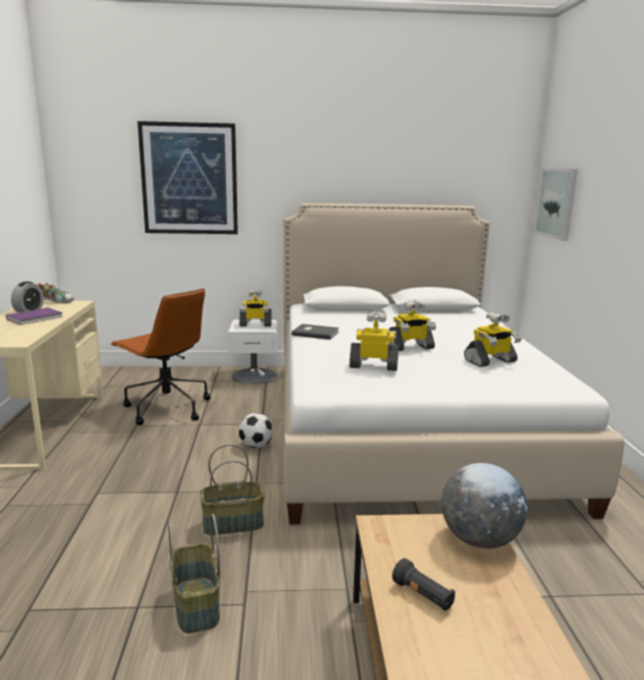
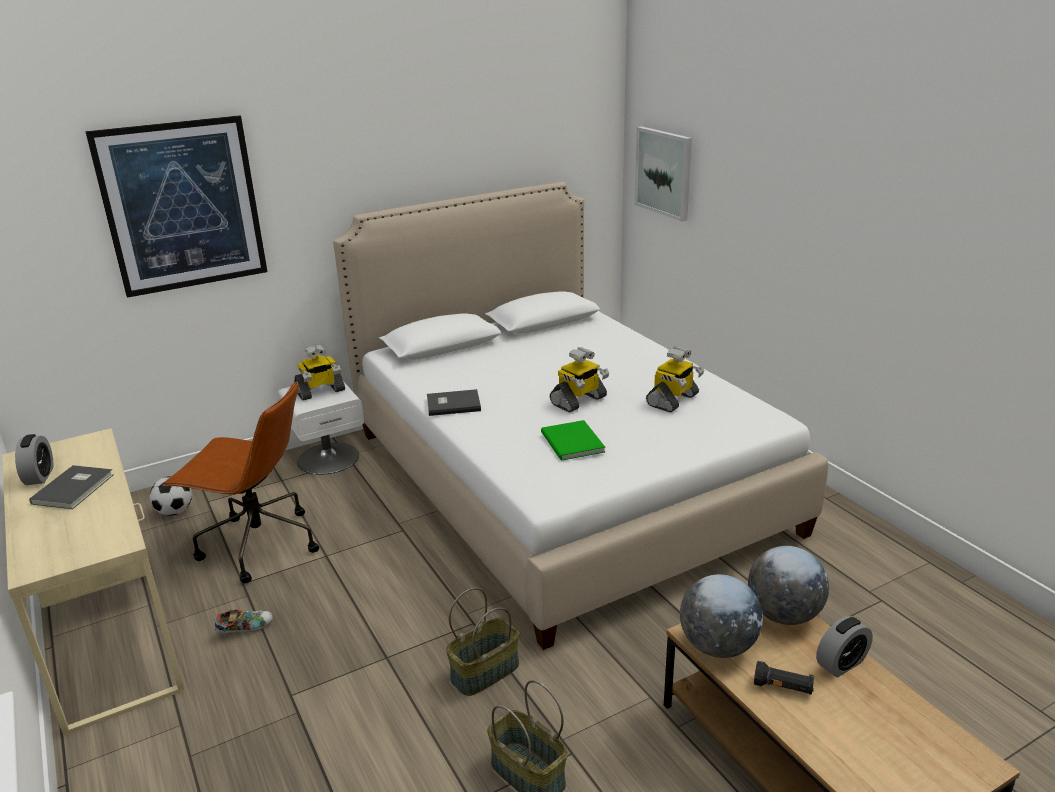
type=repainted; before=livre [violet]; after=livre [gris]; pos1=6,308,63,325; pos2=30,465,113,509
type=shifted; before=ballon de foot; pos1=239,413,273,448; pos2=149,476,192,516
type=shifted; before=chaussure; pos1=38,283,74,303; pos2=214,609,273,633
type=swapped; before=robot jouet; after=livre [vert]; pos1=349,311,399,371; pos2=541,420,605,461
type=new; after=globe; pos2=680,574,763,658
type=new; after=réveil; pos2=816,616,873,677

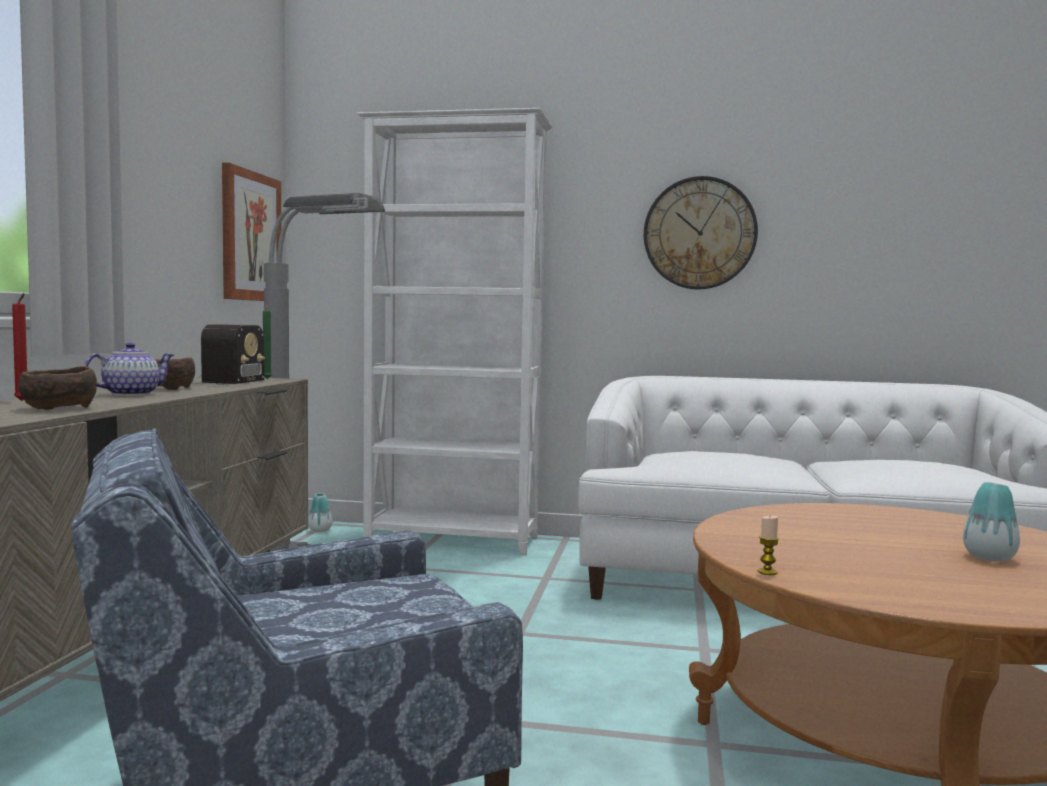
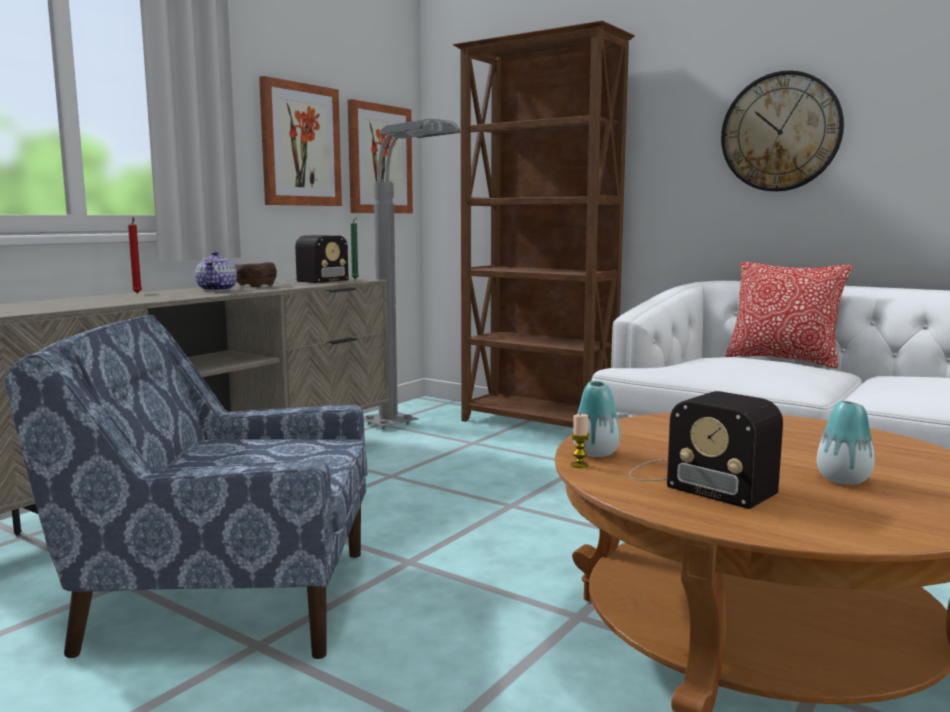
type=rotated; before=théière; pos1=84,342,174,396; pos2=195,251,237,291; turn=105
type=new; after=tableau; pos2=259,76,342,206
type=repainted; before=bibliothèque [blanc]; after=bibliothèque [marron]; pos1=357,108,552,555; pos2=453,21,635,428
type=shifted; before=vase; pos1=308,493,333,532; pos2=573,381,621,457
type=new; after=radio; pos2=629,391,783,509
type=new; after=coussin; pos2=726,262,853,368
type=gone; before=bol [marron]; pos1=19,366,97,410

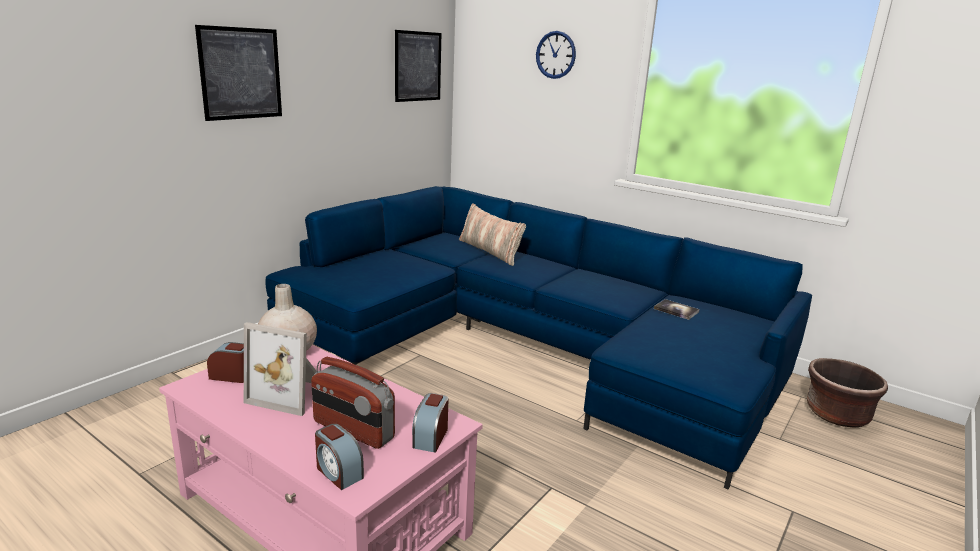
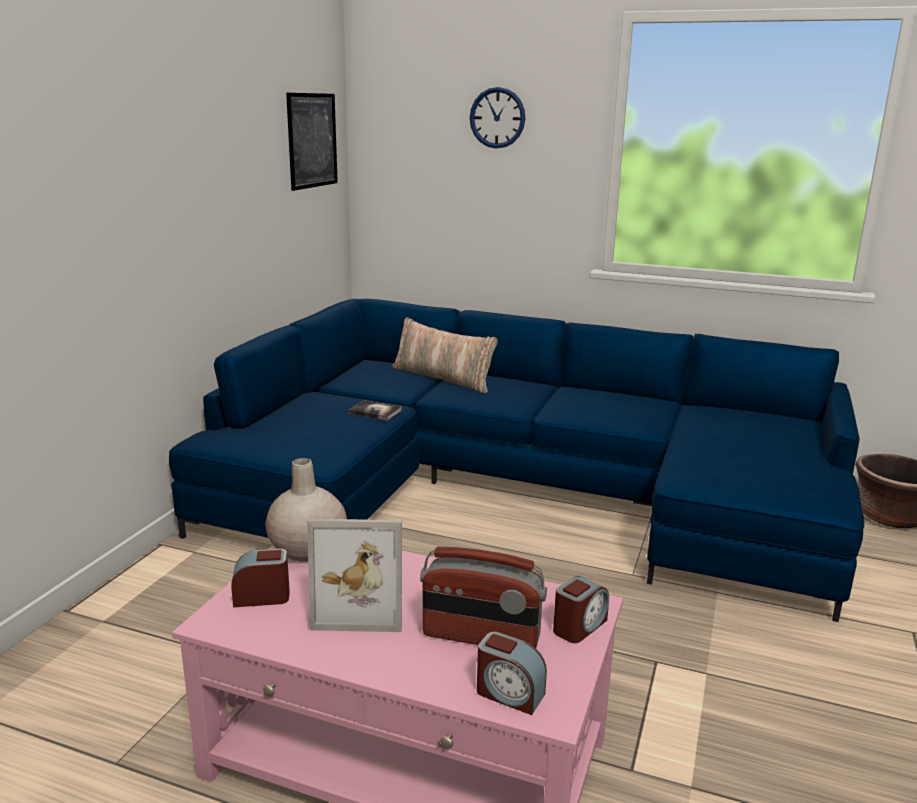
type=shifted; before=livre; pos1=654,299,700,320; pos2=349,400,402,420
type=rotated; before=réveil; pos1=412,393,449,453; pos2=553,576,609,643; turn=-135
type=gone; before=tableau; pos1=195,25,282,121

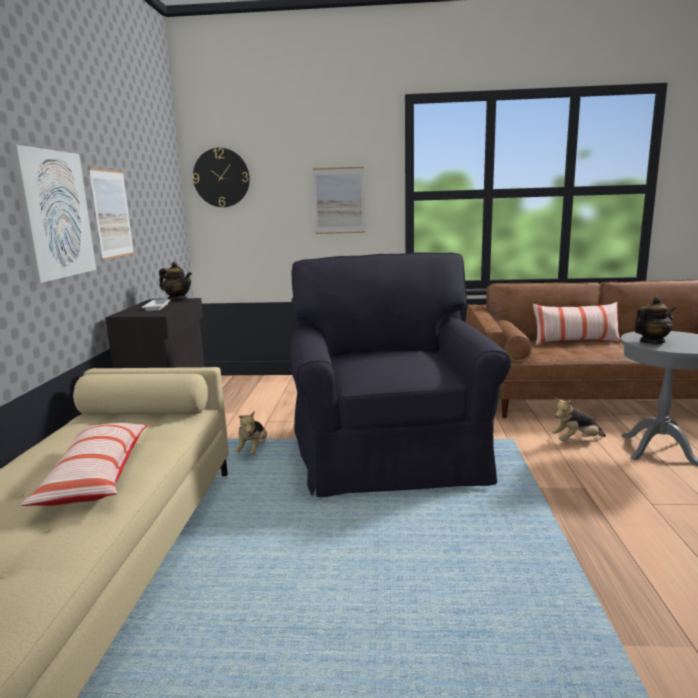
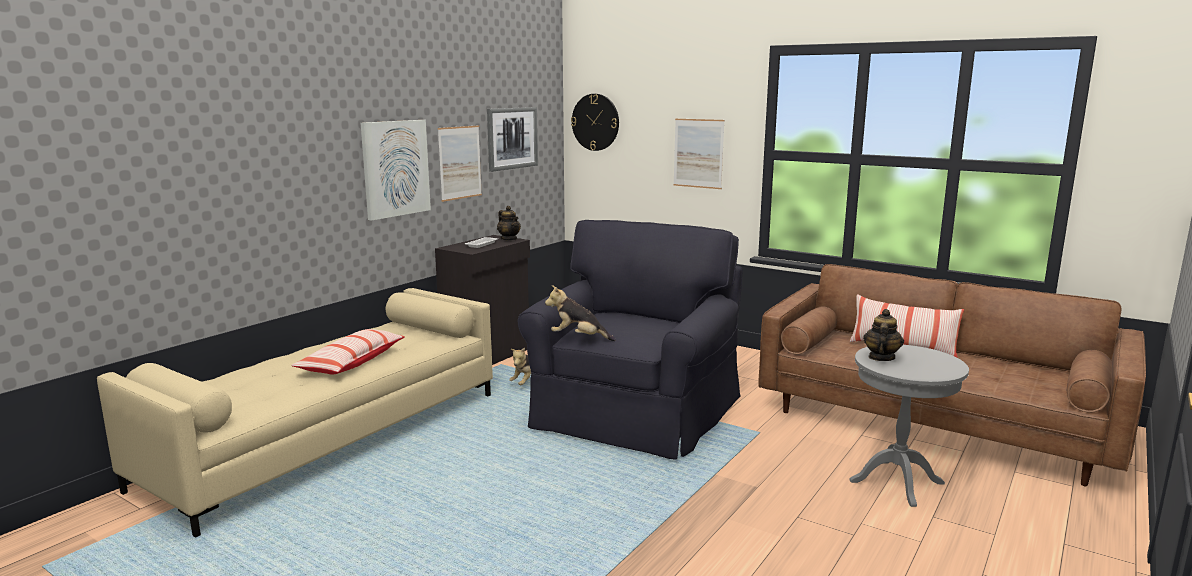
type=new; after=tableau; pos2=487,107,538,172
type=shifted; before=peluche; pos1=552,398,606,441; pos2=545,285,616,341
type=rotated; before=théière; pos1=634,297,675,344; pos2=863,309,904,361; turn=-75

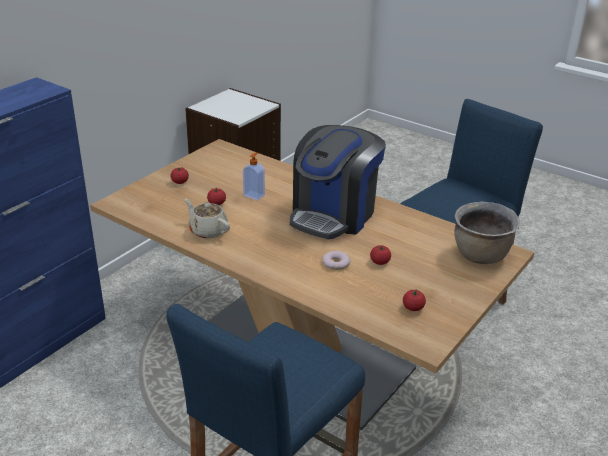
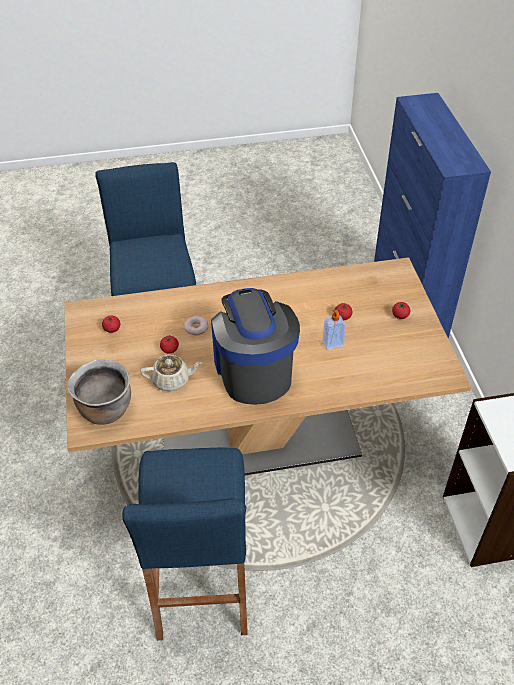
type=shifted; before=théière [beige]; pos1=185,199,230,239; pos2=140,355,202,391

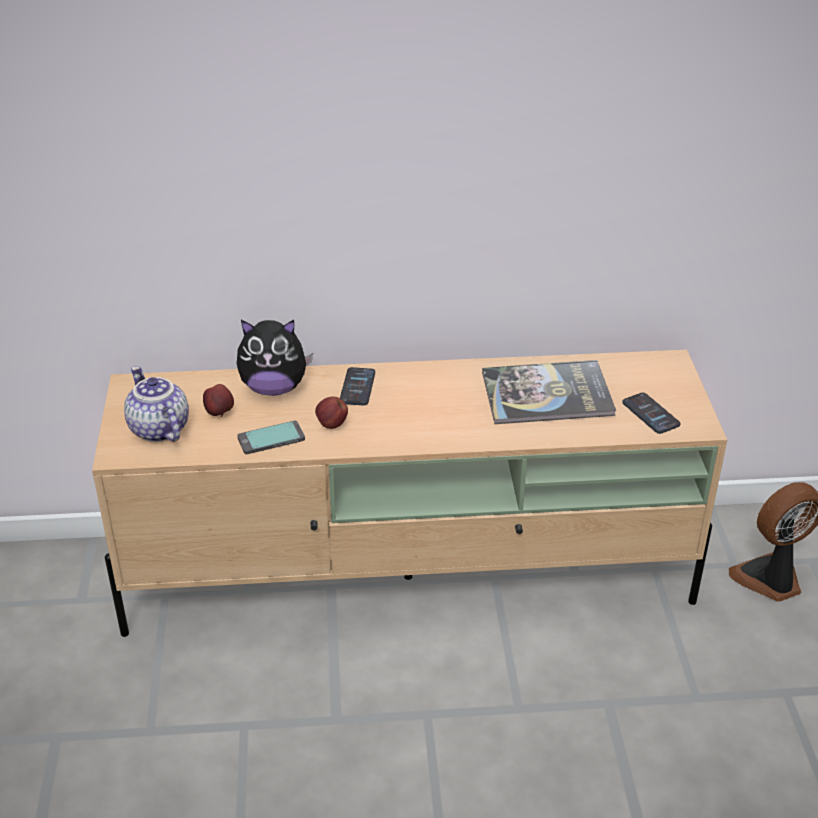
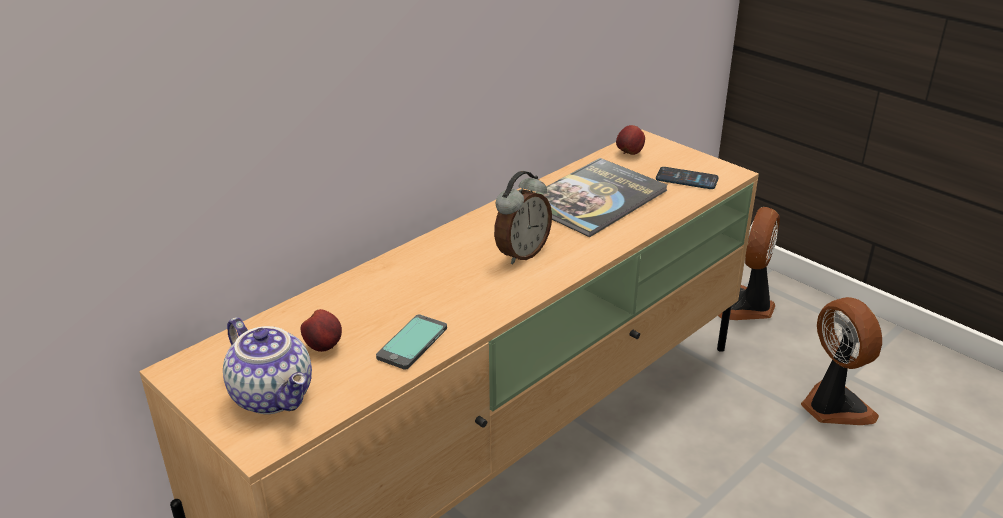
type=rotated; before=théière; pos1=124,366,189,442; pos2=223,317,312,414; turn=-150
type=new; after=réveil; pos2=494,171,552,265
type=shifted; before=pomme; pos1=315,397,348,429; pos2=616,125,645,155
type=new; after=ventilateur; pos2=801,297,882,425
type=gone; before=peluche; pos1=237,320,313,396
type=gone; before=téléphone; pos1=340,367,375,405

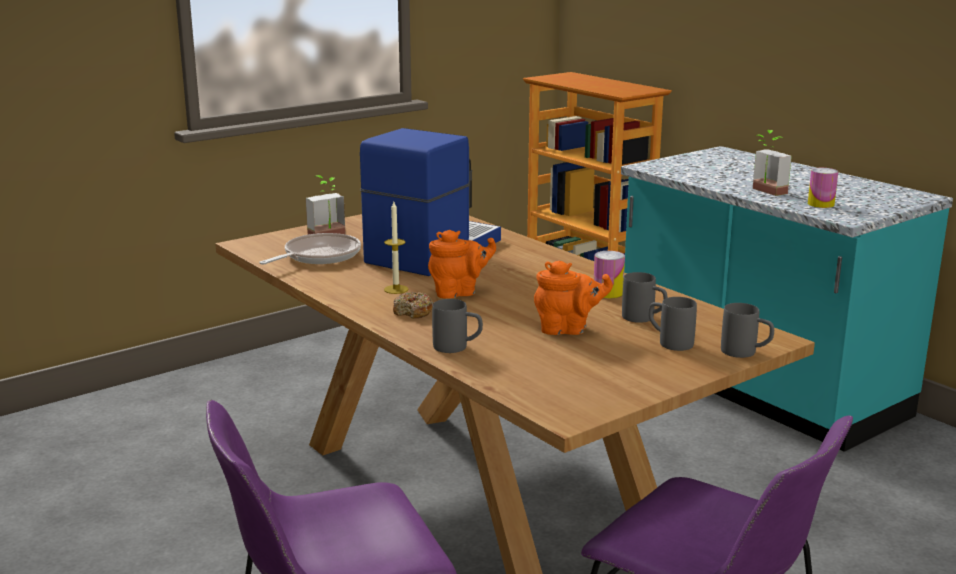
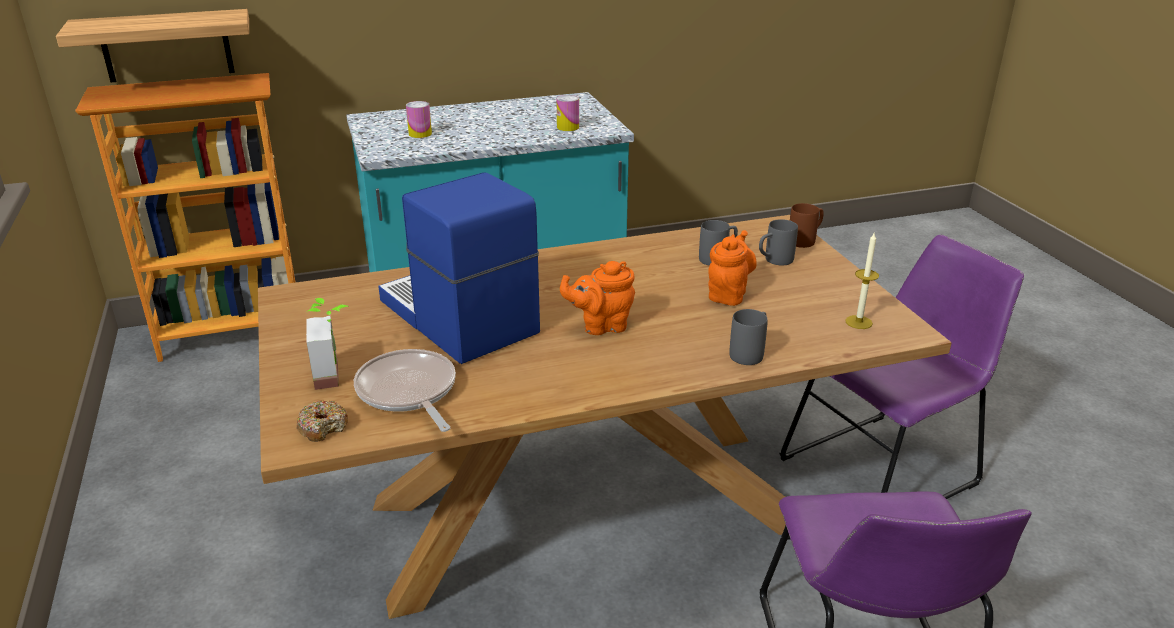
type=new; after=étagère; pos2=56,9,249,82
type=shifted; before=beignet; pos1=393,292,433,319; pos2=297,400,348,442
type=shifted; before=boîte métallique; pos1=594,251,625,298; pos2=406,101,432,138
type=rotated; before=théière [orange]; pos1=428,230,496,299; pos2=560,261,635,335; turn=-105
type=repainted; before=mug [gris]; after=mug [marron]; pos1=721,303,774,358; pos2=790,203,824,248
type=shifted; before=bougie; pos1=384,202,409,294; pos2=845,233,879,329
type=gone; before=plante en pot; pos1=753,130,792,196

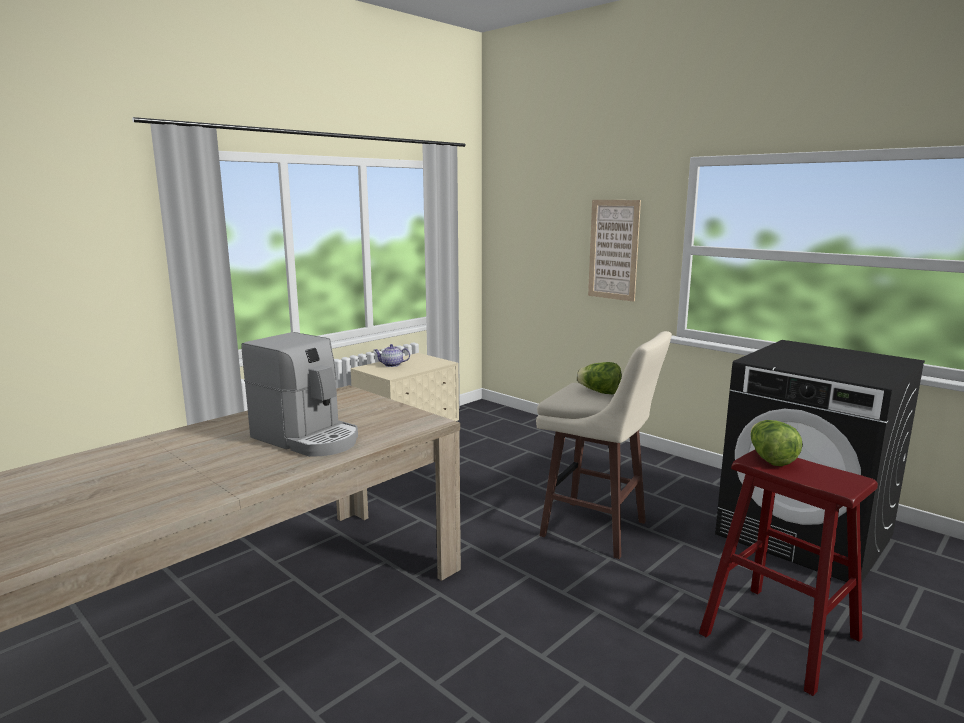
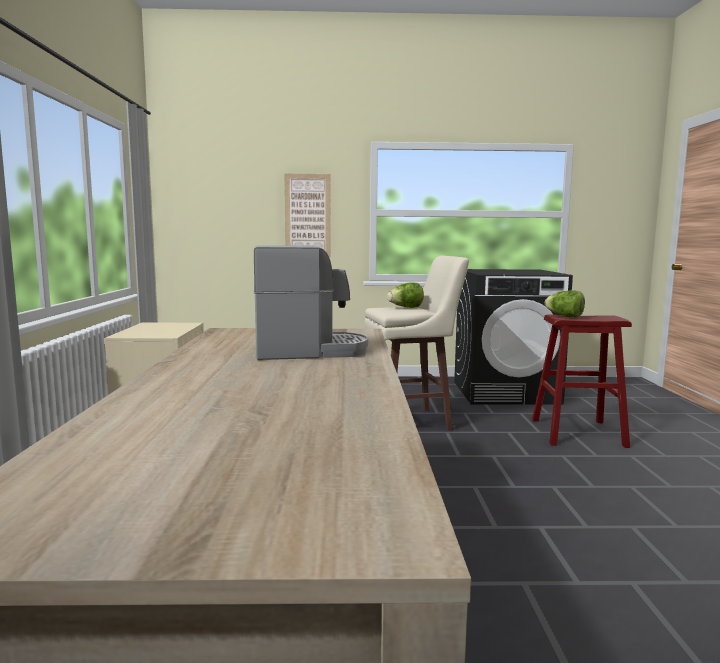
type=gone; before=théière; pos1=374,344,410,367

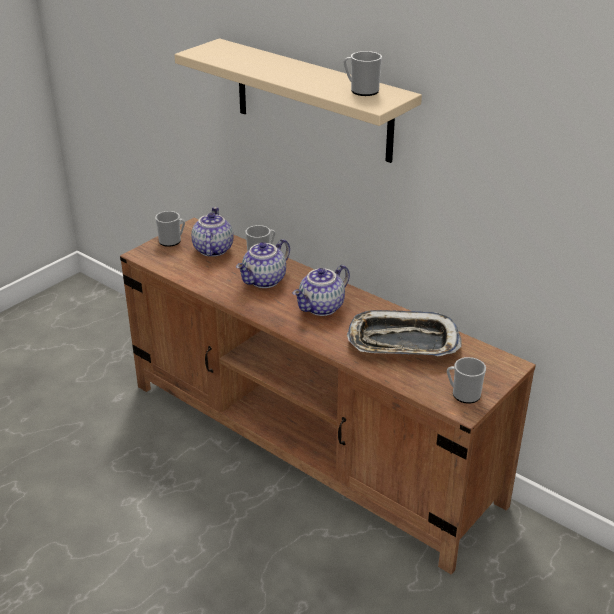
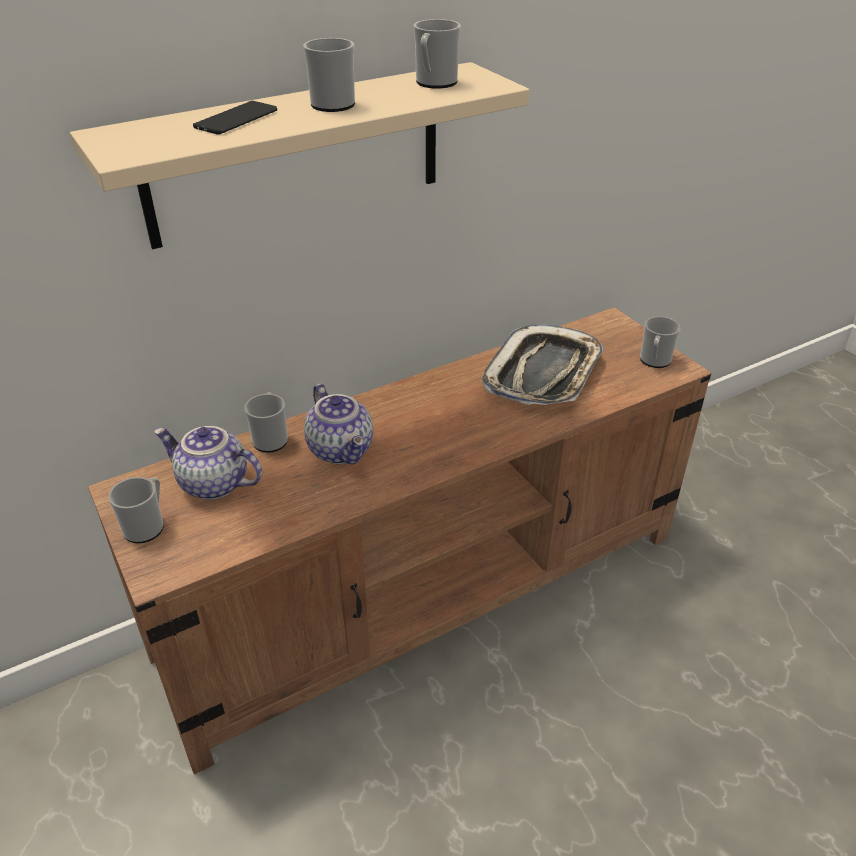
type=new; after=téléphone; pos2=193,101,277,135
type=new; after=mug; pos2=303,38,355,112
type=gone; before=théière; pos1=292,265,350,316

